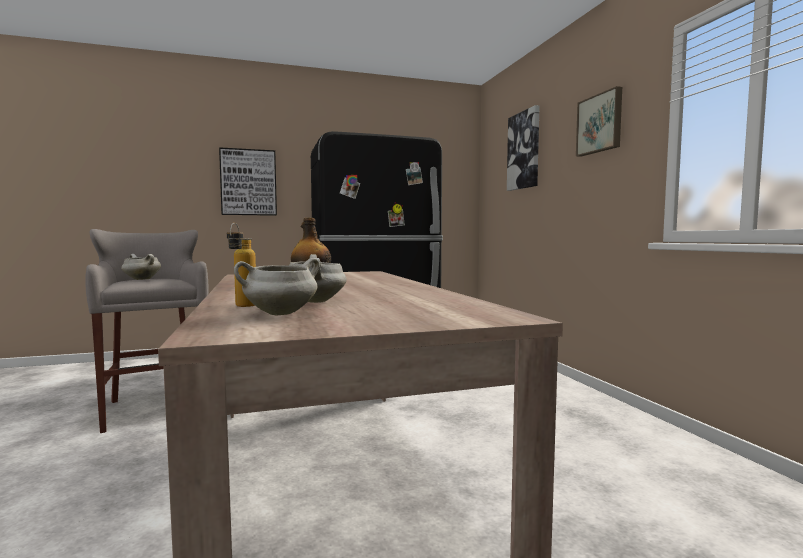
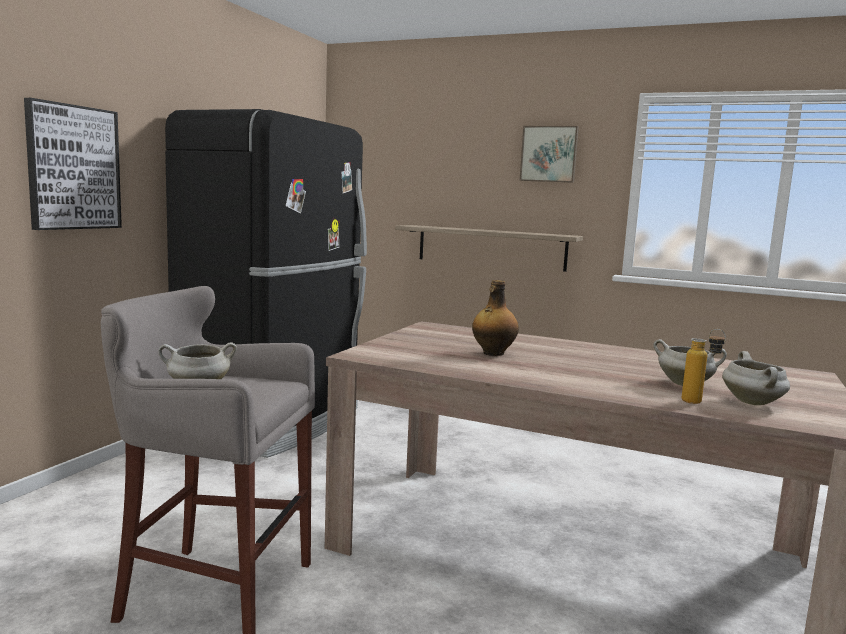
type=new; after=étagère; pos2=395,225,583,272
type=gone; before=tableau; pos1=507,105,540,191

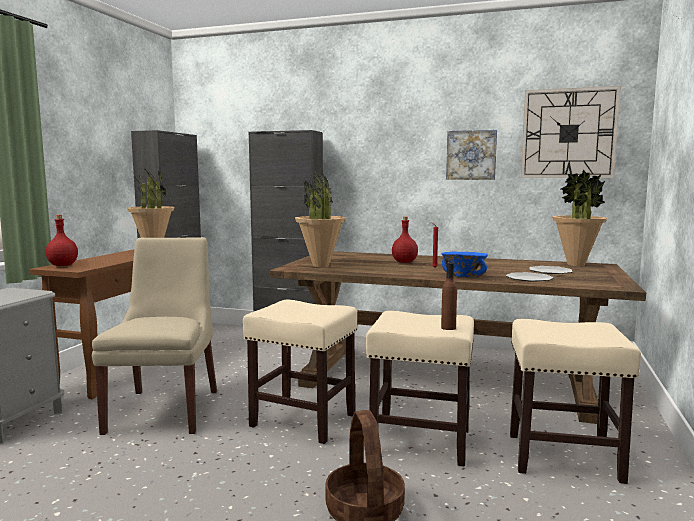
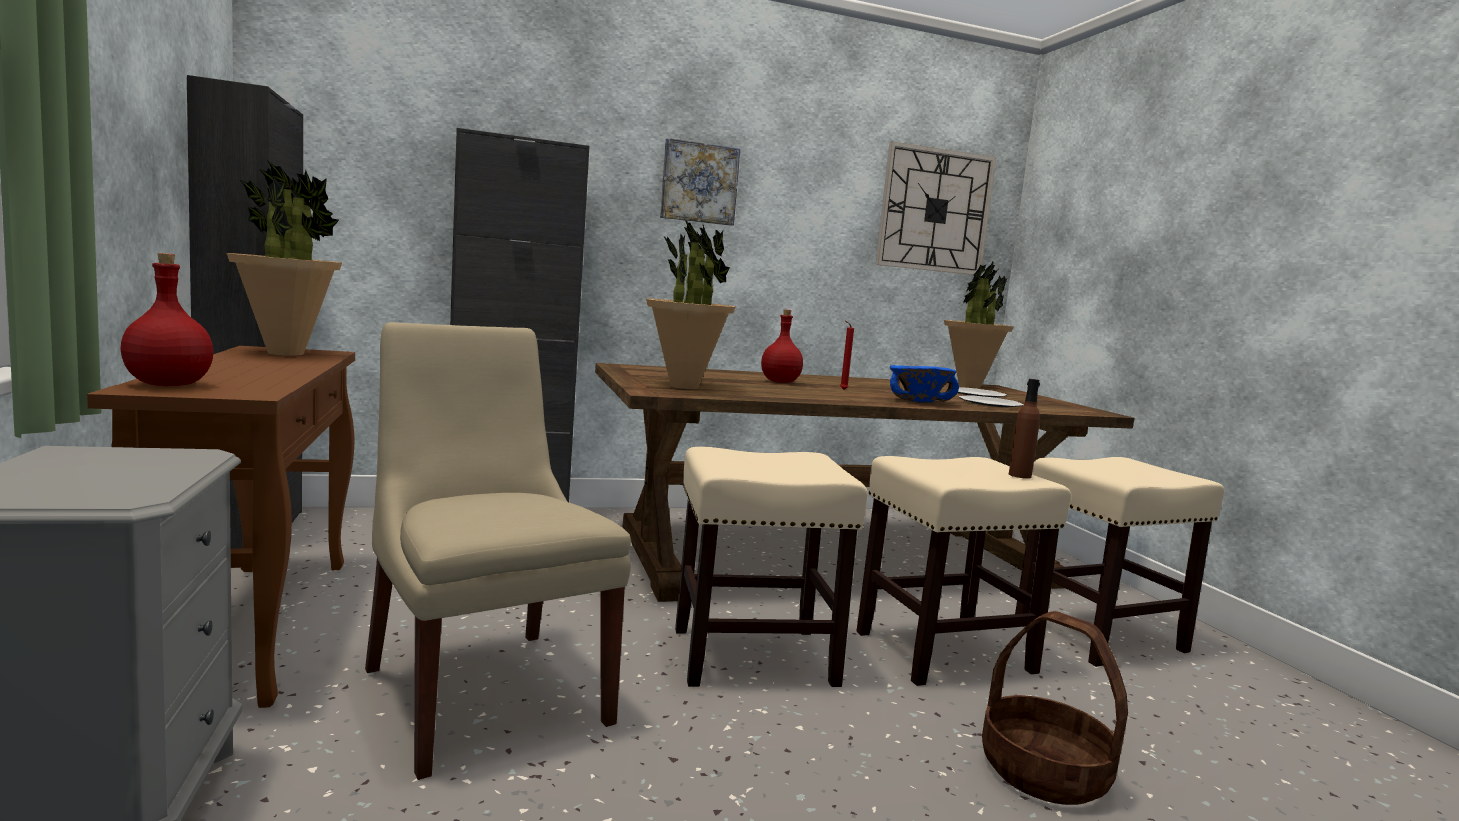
type=shifted; before=tableau; pos1=446,130,497,180; pos2=660,138,740,226

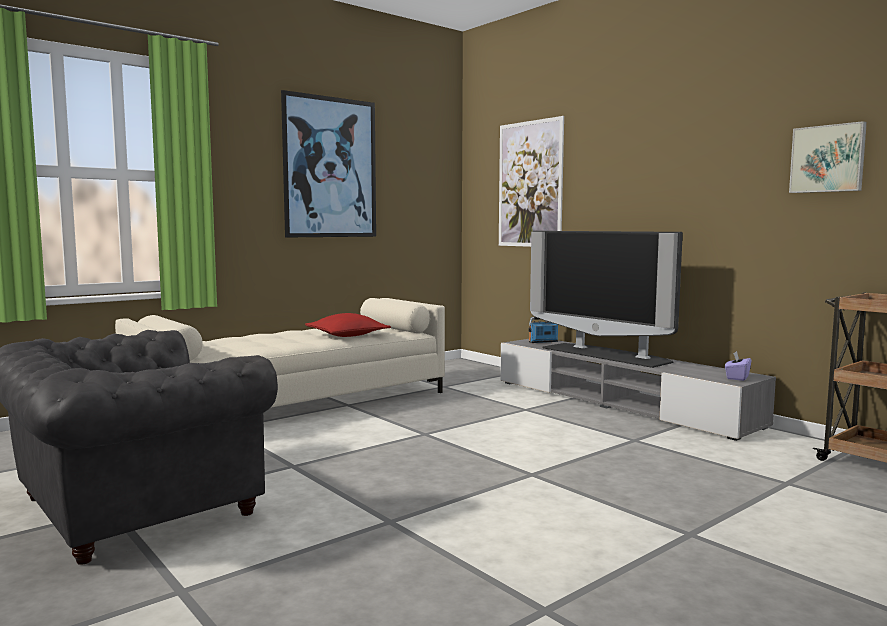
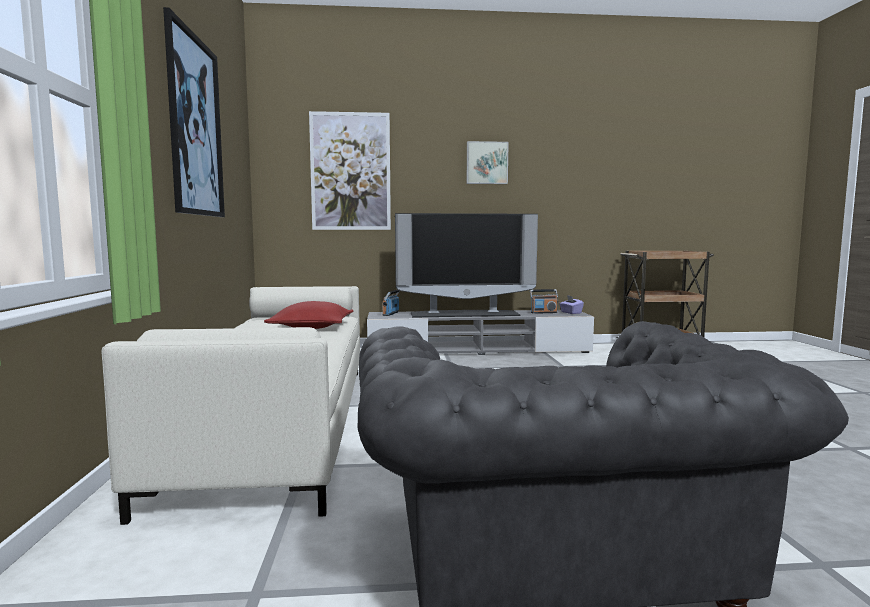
type=shifted; before=tableau; pos1=789,121,867,193; pos2=467,141,509,184
type=new; after=radio; pos2=530,289,558,314

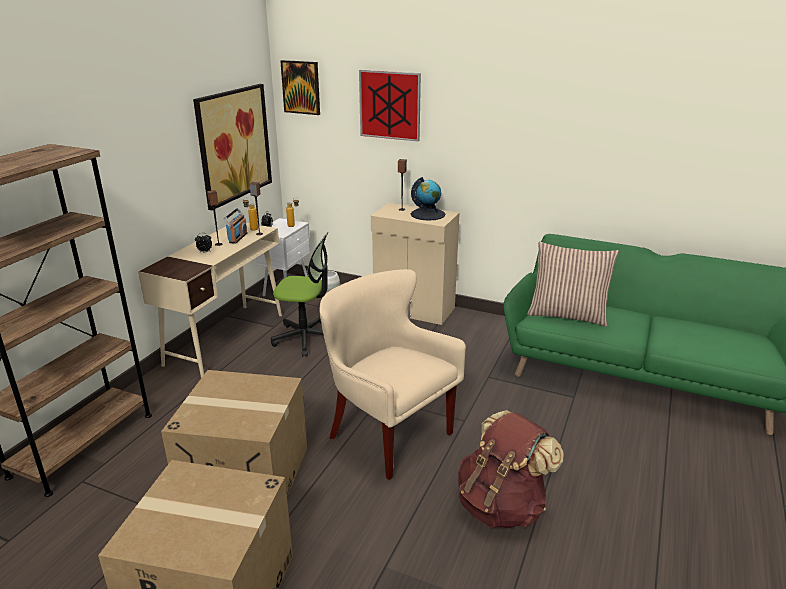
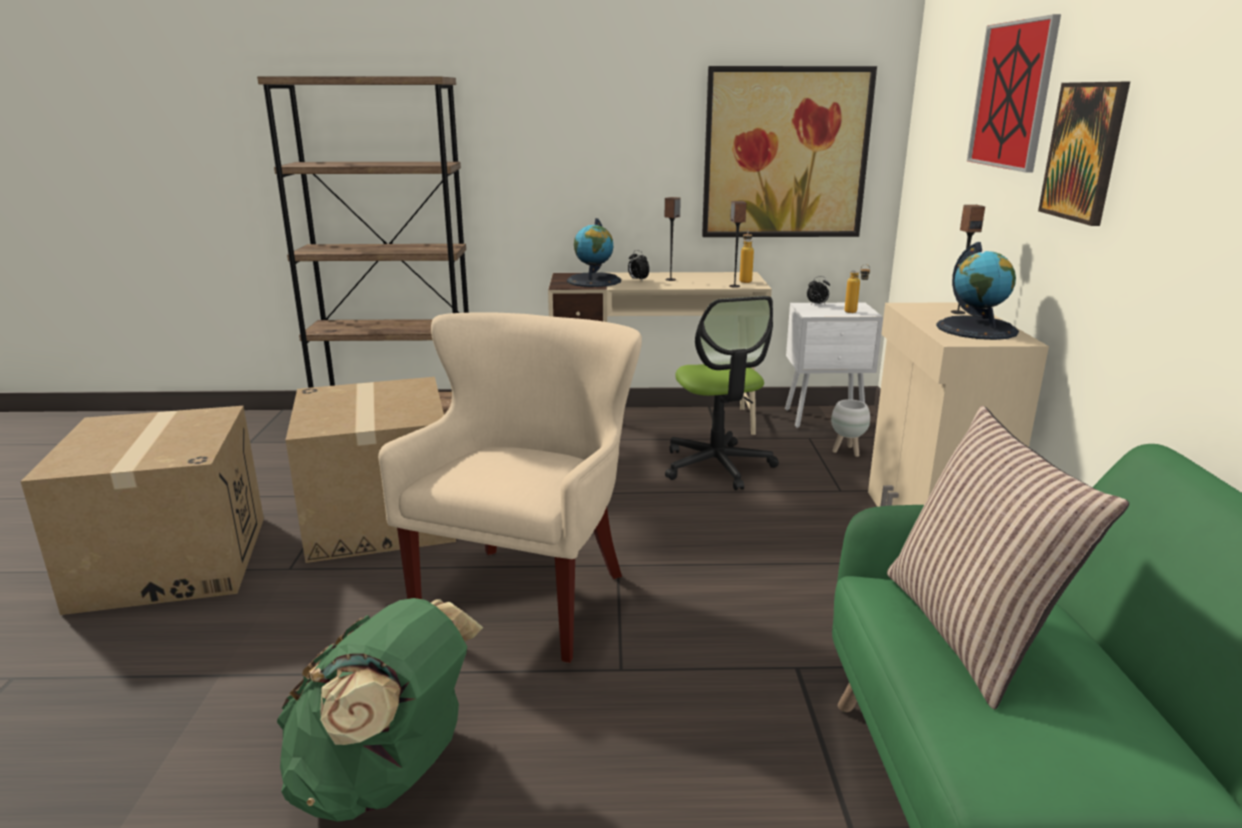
type=repainted; before=sac à dos [marron]; after=sac à dos [vert]; pos1=458,410,564,528; pos2=277,598,483,822
type=new; after=globe; pos2=567,218,621,287
type=shifted; before=tableau; pos1=280,60,320,115; pos2=1038,82,1130,226
type=gone; before=radio; pos1=224,208,248,244

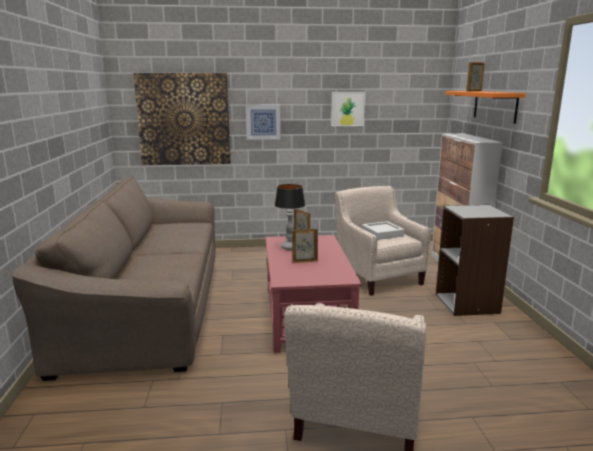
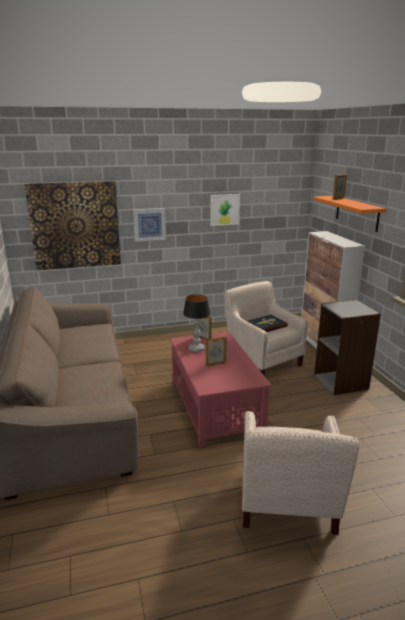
type=swapped; before=plateau [gris]; after=livre; pos1=362,221,404,240; pos2=248,315,288,332

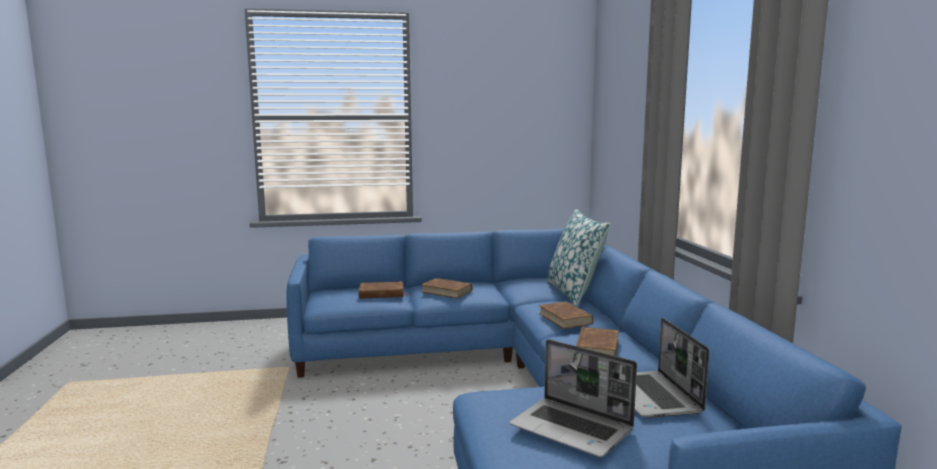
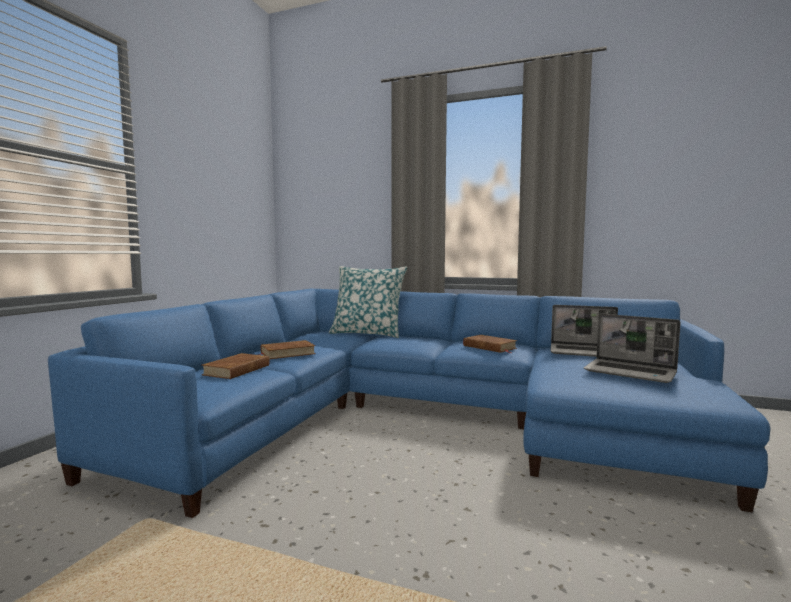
type=rotated; before=ordinateur portable; pos1=509,339,637,457; pos2=584,314,681,383; turn=60
type=gone; before=livre [marron]; pos1=539,302,593,329

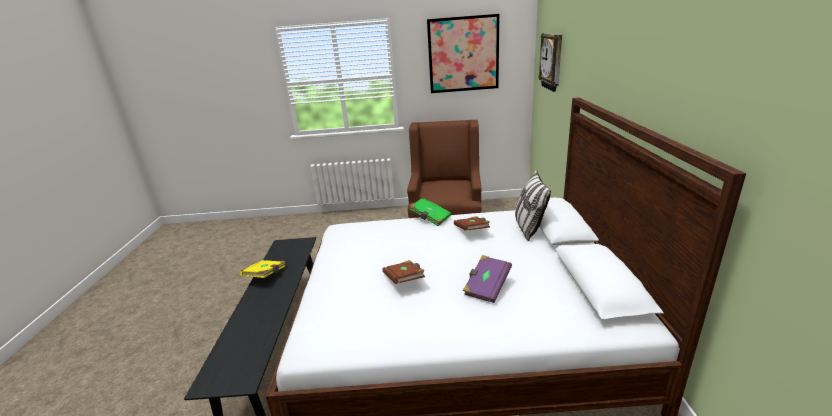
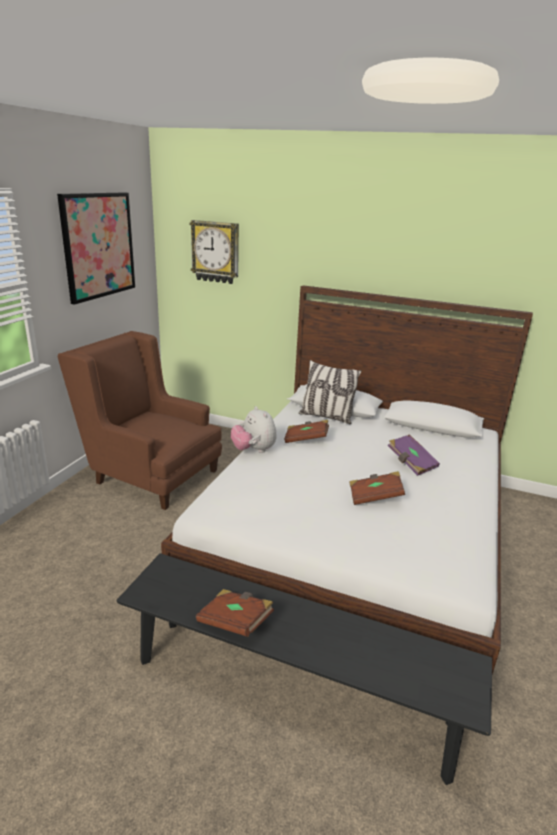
type=repainted; before=livre [jaune]; after=livre [marron]; pos1=239,260,286,278; pos2=196,589,274,637
type=swapped; before=livre [vert]; after=peluche; pos1=410,197,451,226; pos2=231,406,277,453

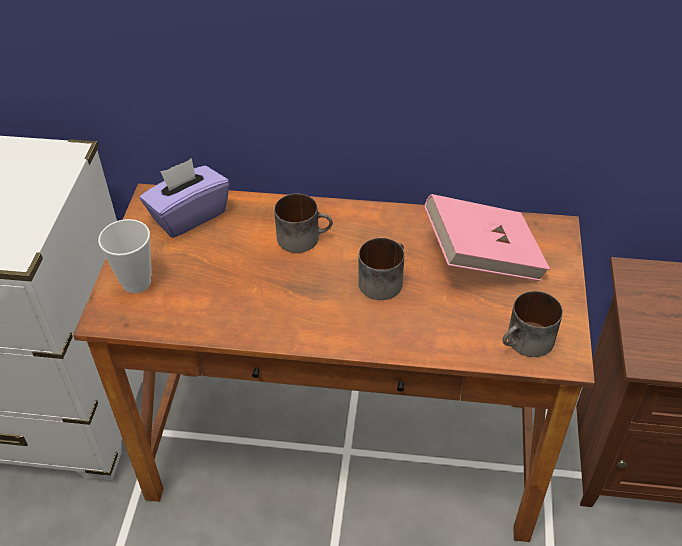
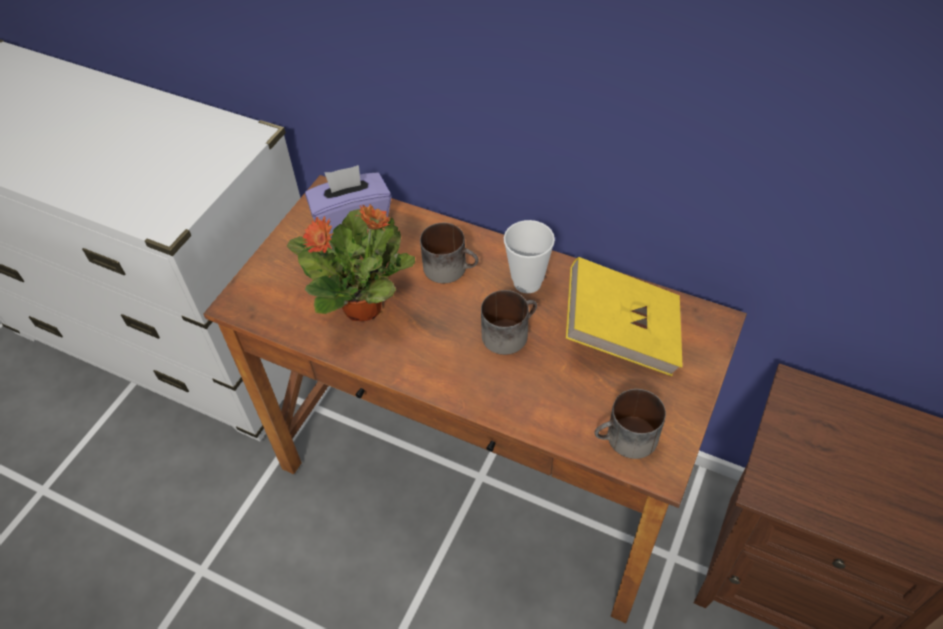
type=new; after=plante en pot; pos2=287,204,415,321
type=shifted; before=tasse; pos1=98,219,152,293; pos2=504,220,555,293
type=repainted; before=livre [rose]; after=livre [jaune]; pos1=424,194,550,281; pos2=566,257,683,376

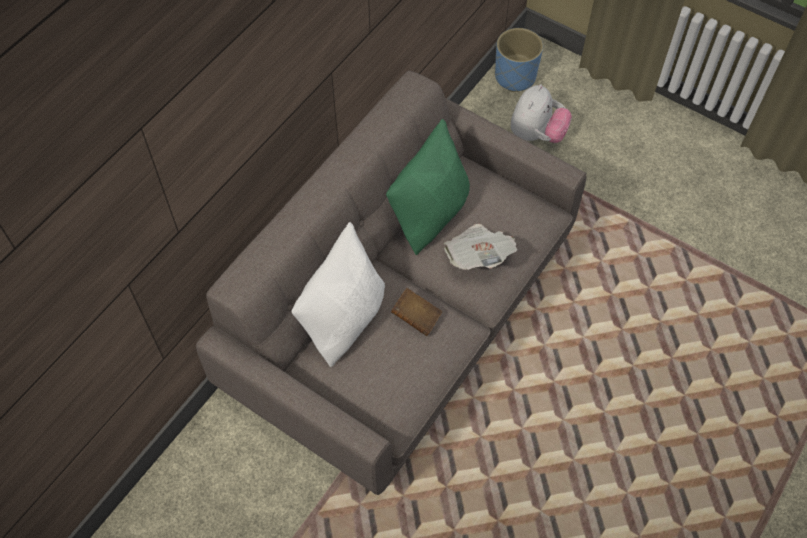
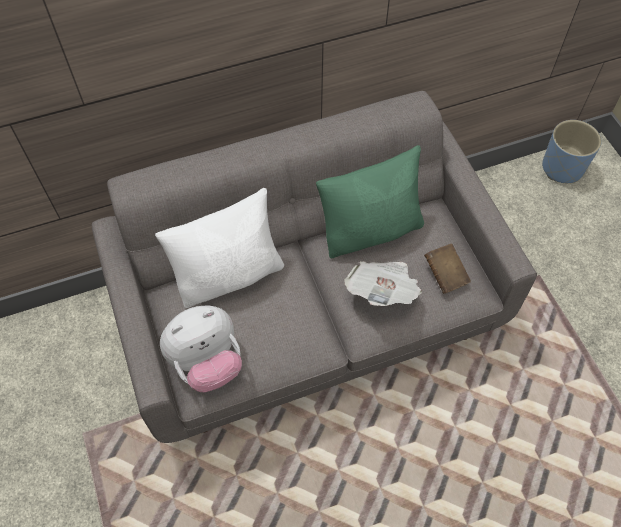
type=shifted; before=peluche; pos1=511,84,572,143; pos2=160,306,242,392
type=shifted; before=livre [marron]; pos1=391,288,442,336; pos2=424,243,471,294

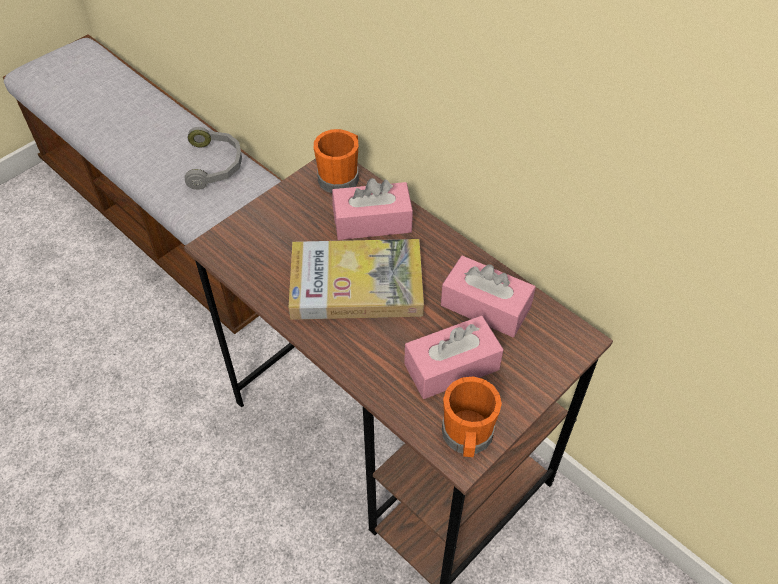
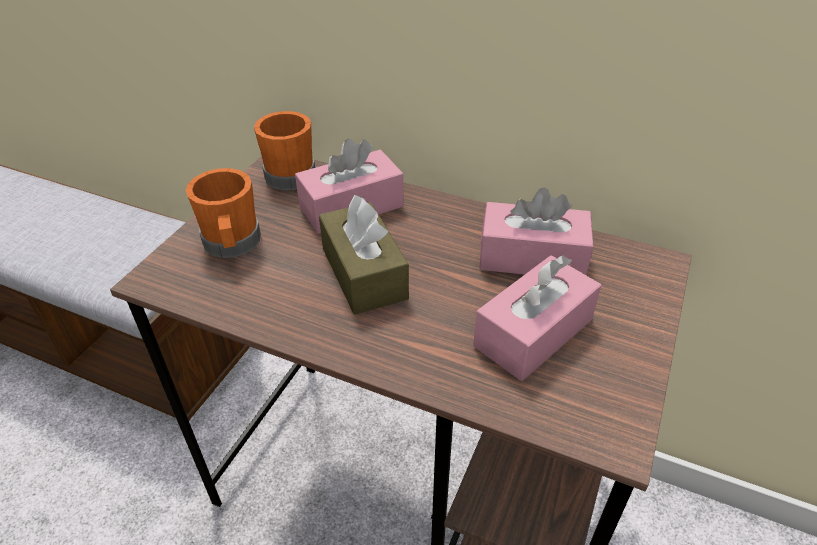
type=shifted; before=mug [orange]; pos1=442,377,502,457; pos2=186,168,261,258
type=swapped; before=livre; after=boîte à mouchoirs [marron]; pos1=289,239,424,320; pos2=319,195,409,315
type=gone; before=casque audio [gris]; pos1=185,127,242,190

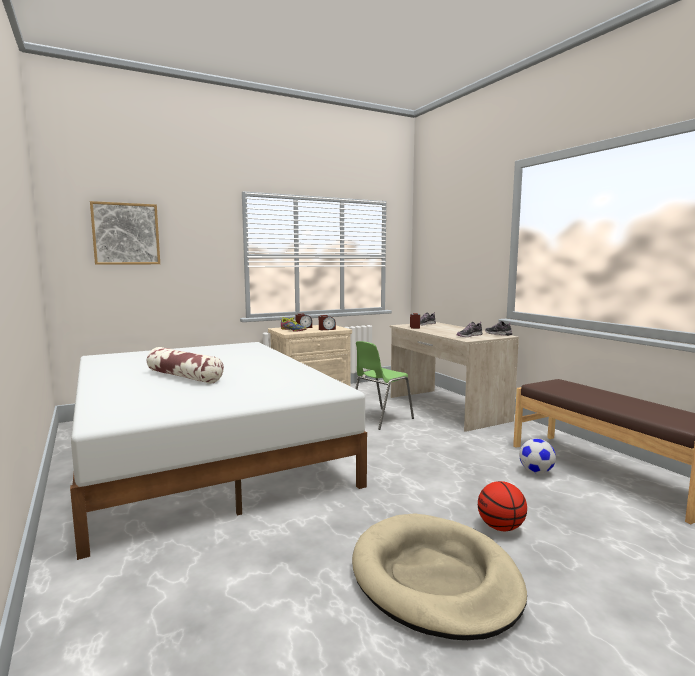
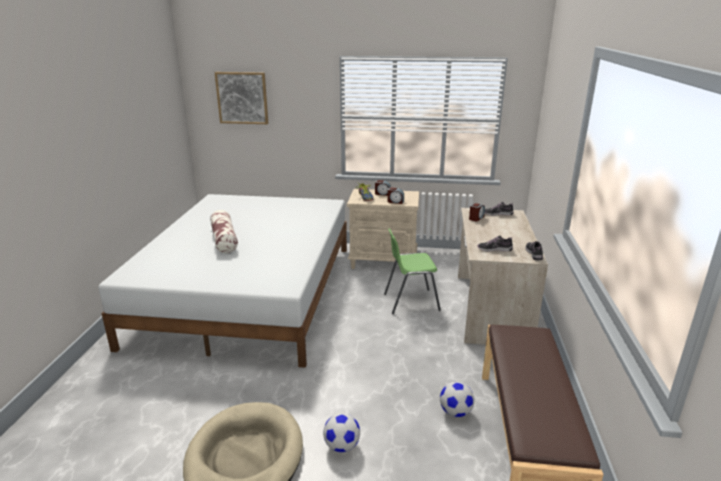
type=swapped; before=ballon de basket; after=ballon de foot; pos1=478,481,527,531; pos2=323,413,360,452

